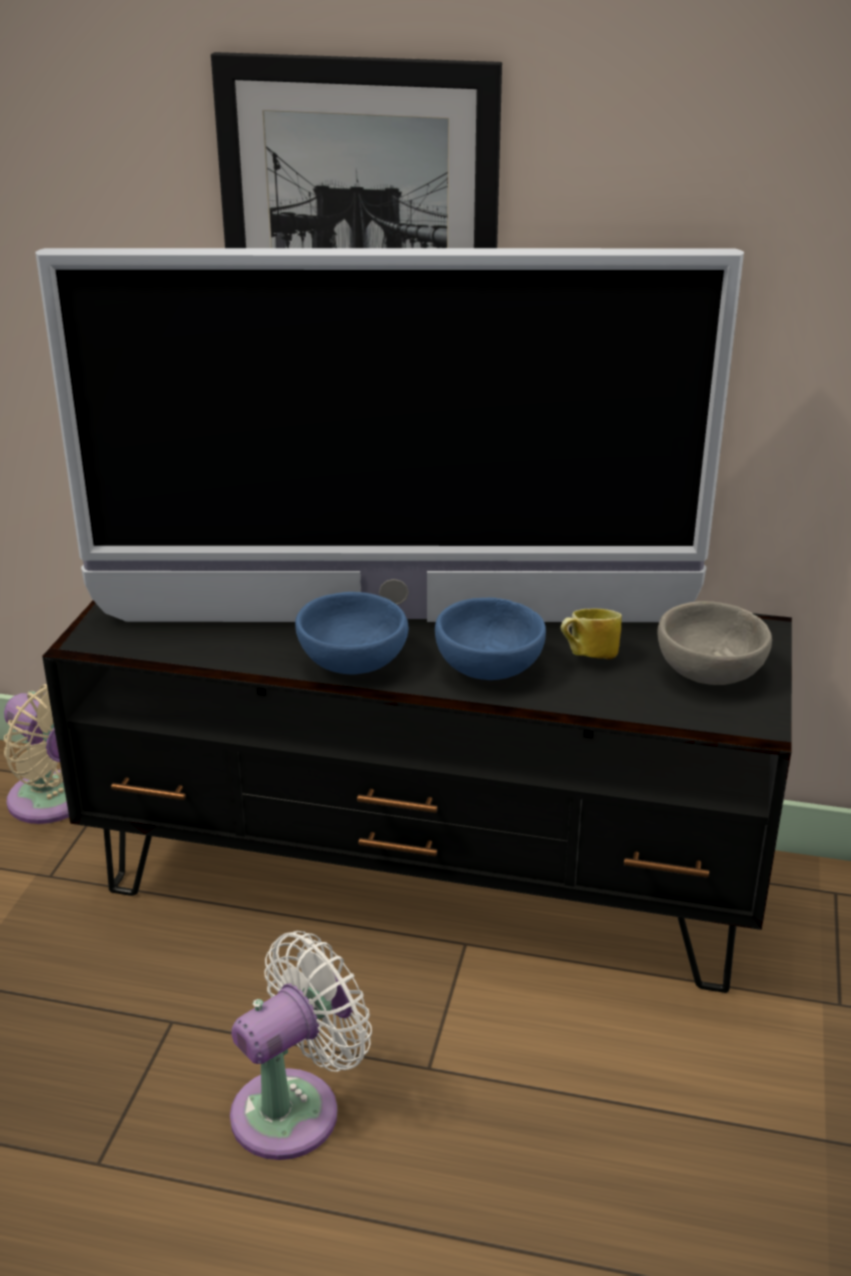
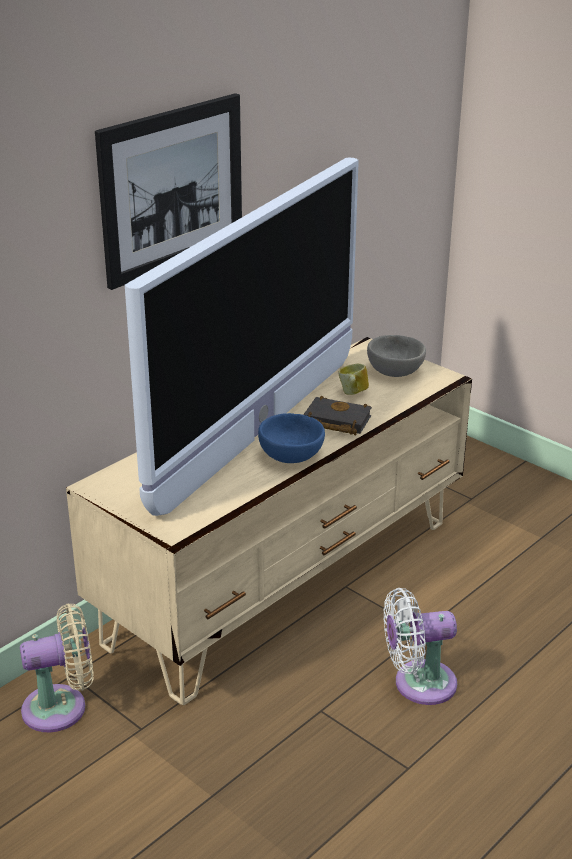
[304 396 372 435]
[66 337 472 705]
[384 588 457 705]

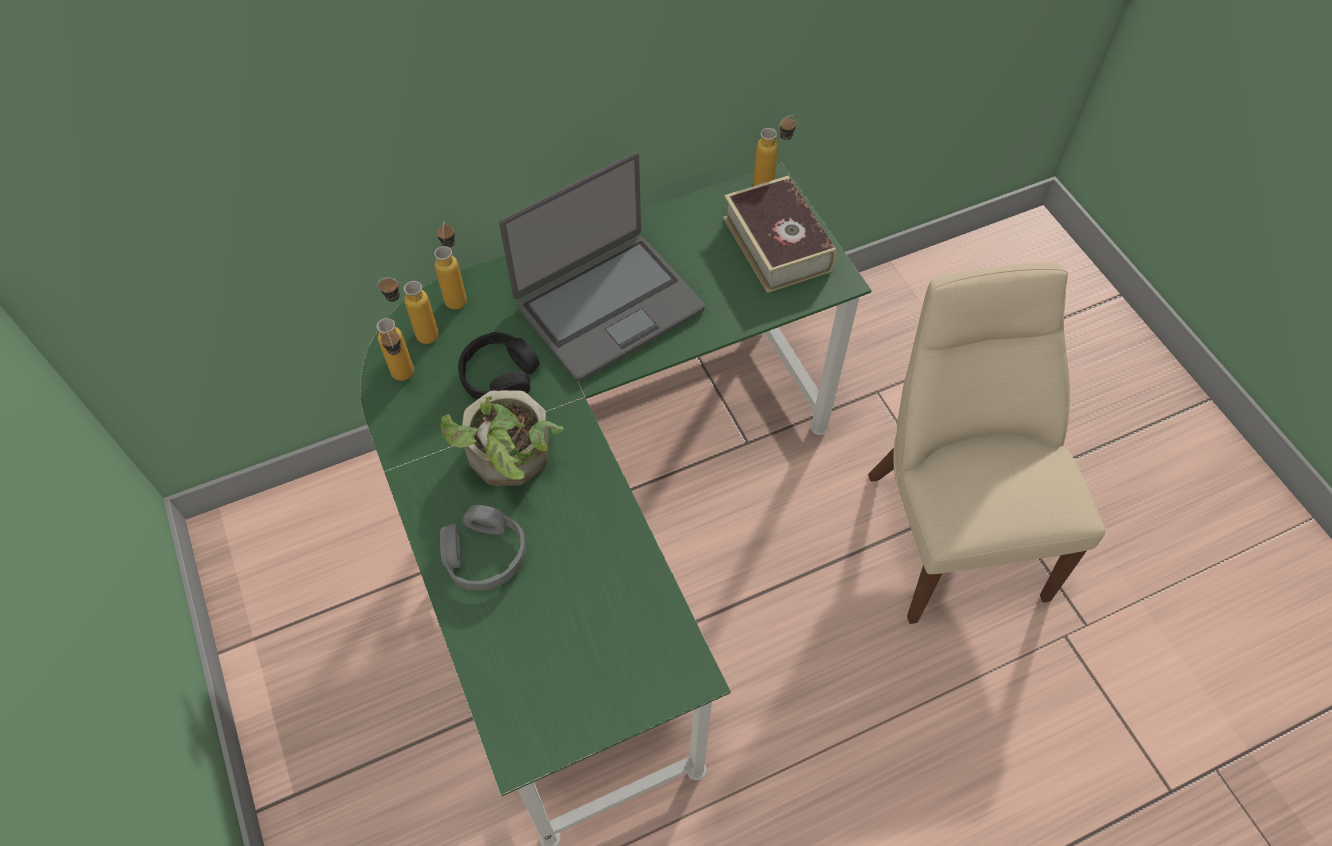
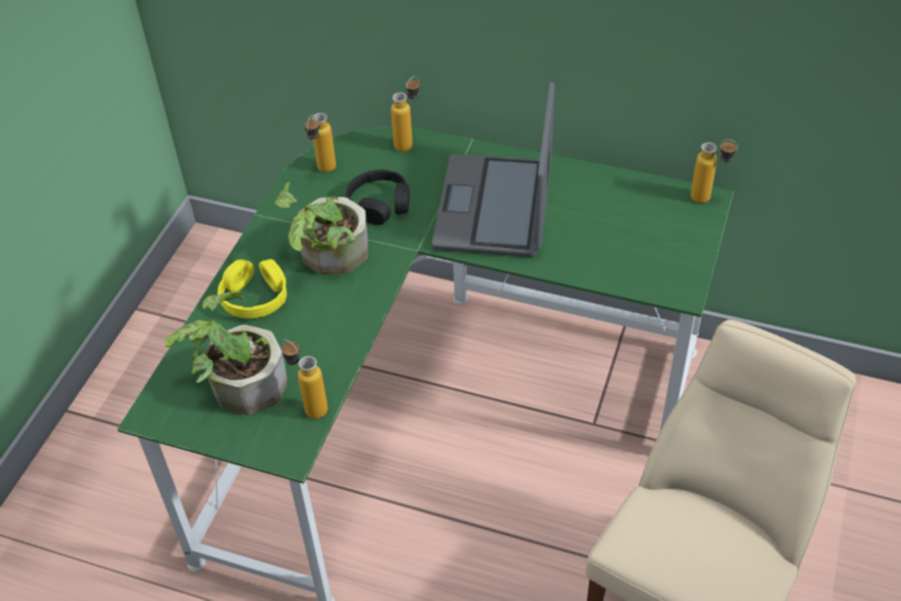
[723 176 836 293] (first image)
[165 291 288 415]
[282 340 328 419]
[217 259 287 318]
[432 82 555 257]

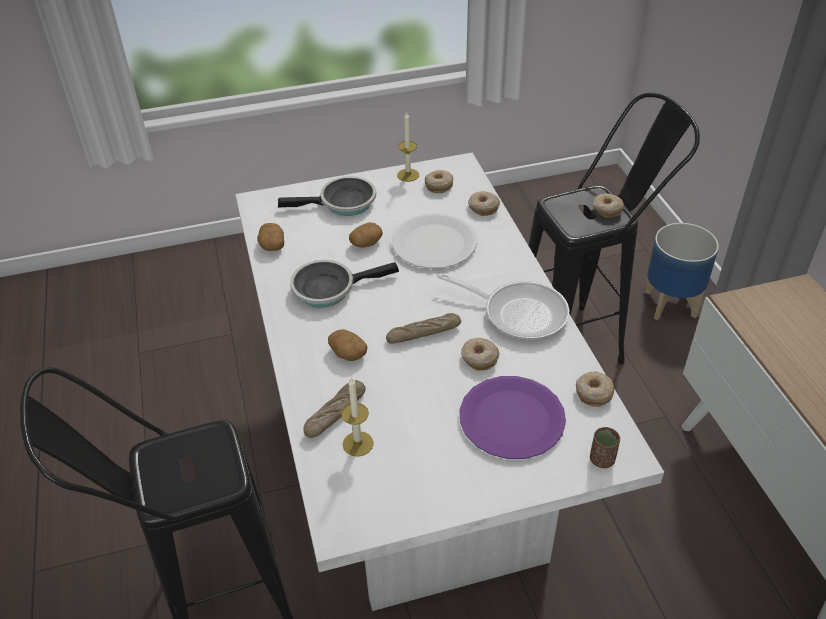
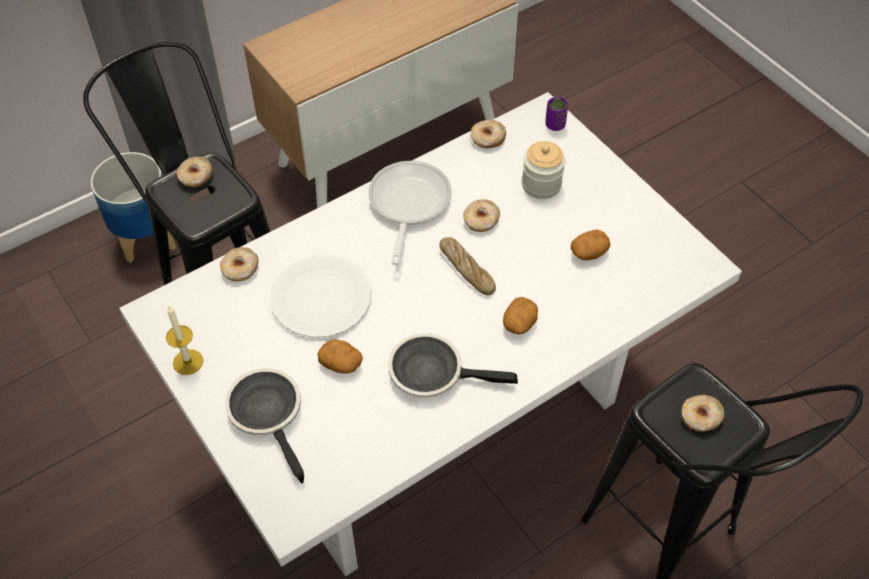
[303 380 366 438] (first image)
[341 377 374 457] (first image)
[571 229 610 260]
[681 395 725 432]
[522 141 565 199]
[546 97 568 131]
[388 333 518 398]

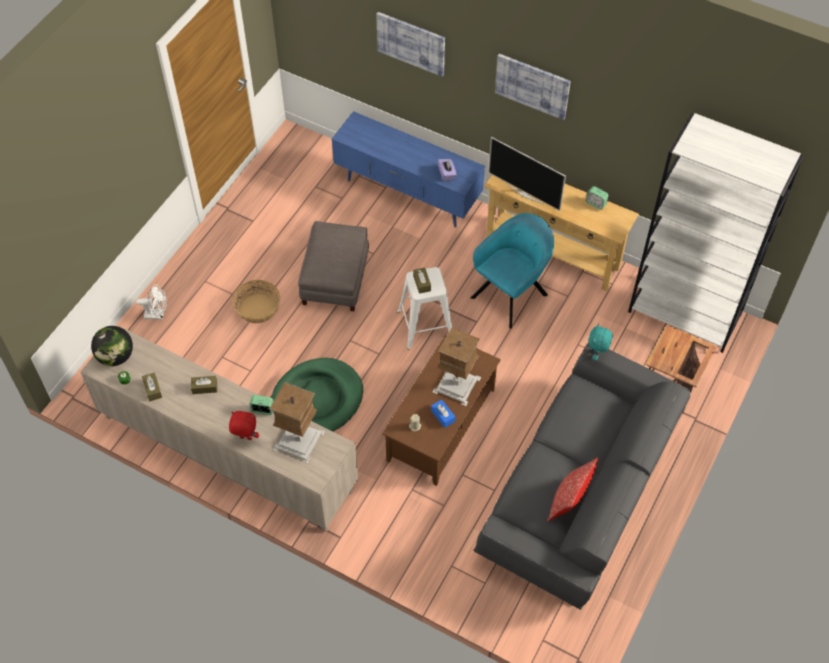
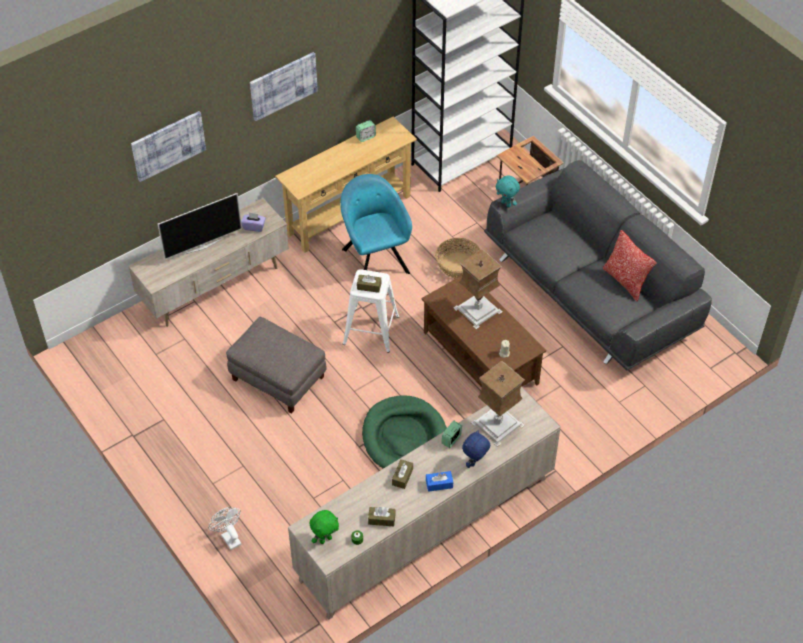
[435 238 480 278]
[426 471 453 492]
[158 193 242 259]
[310 510 339 544]
[462 430 490 468]
[128 198 289 327]
[209 507 242 550]

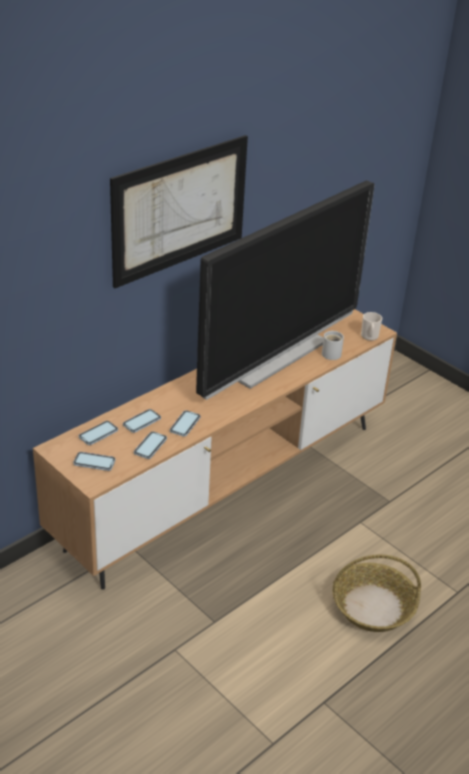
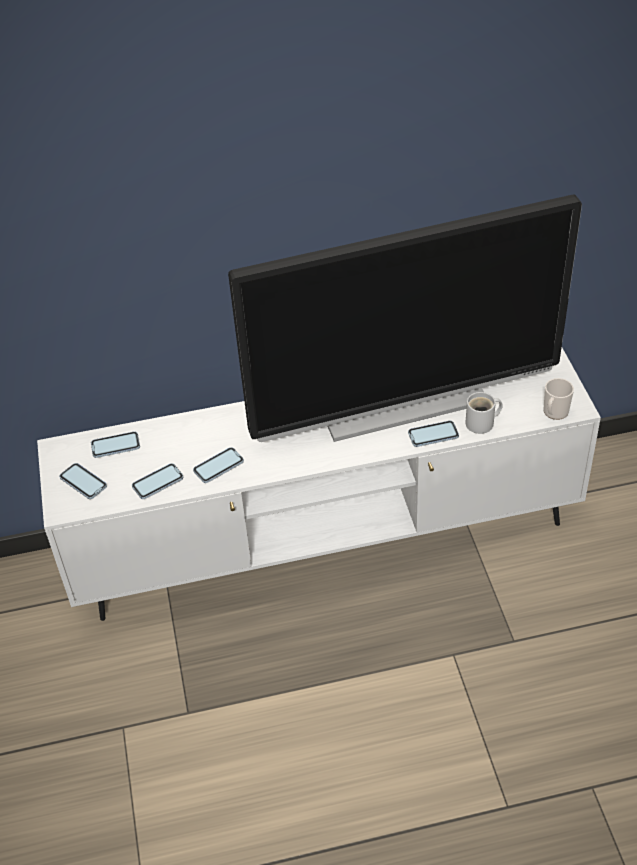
[110 135 248 288] (first image)
[332 555 421 632] (first image)
[408 421 459 447]
[37 348 601 621]

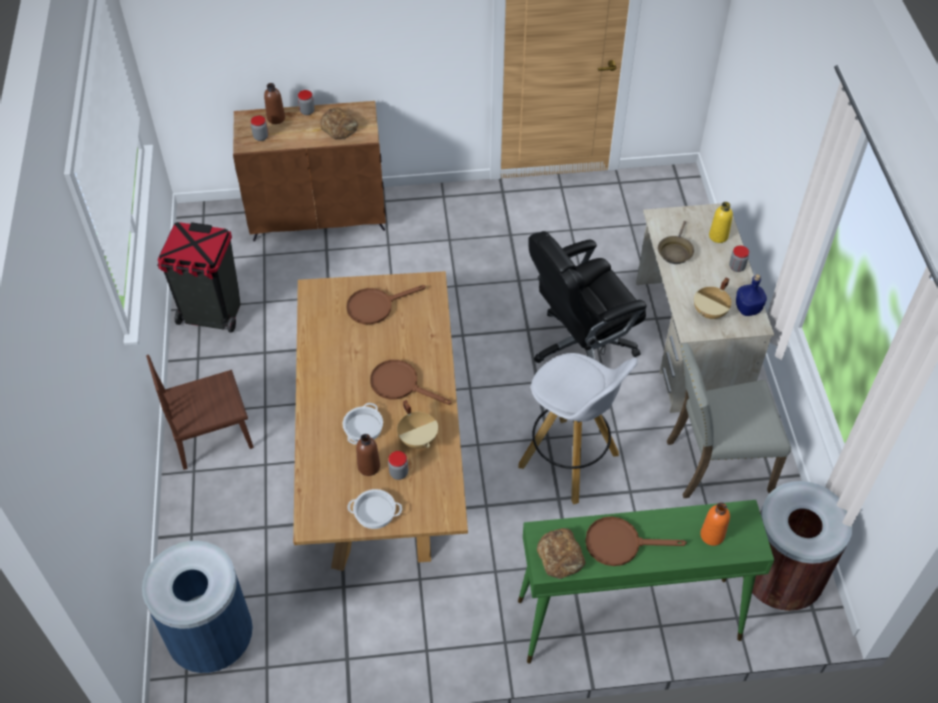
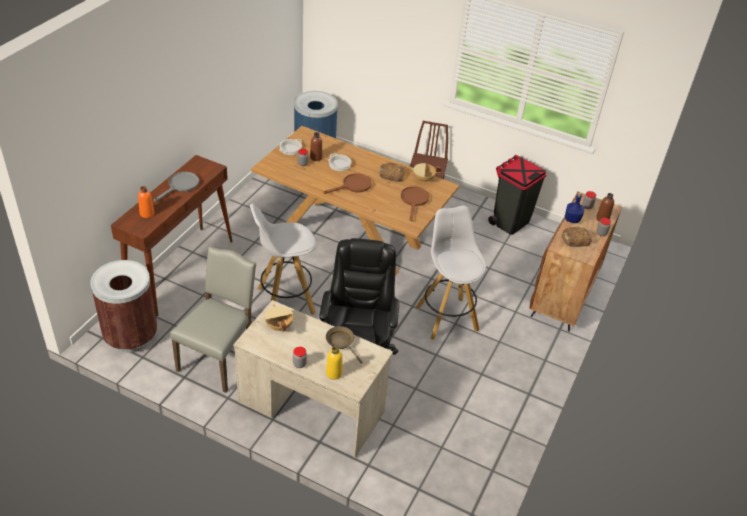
[416 205 486 340]
[410 163 442 183]
[379 163 405 182]
[565 193 585 223]
[111 155 233 316]
[154 172 199 202]

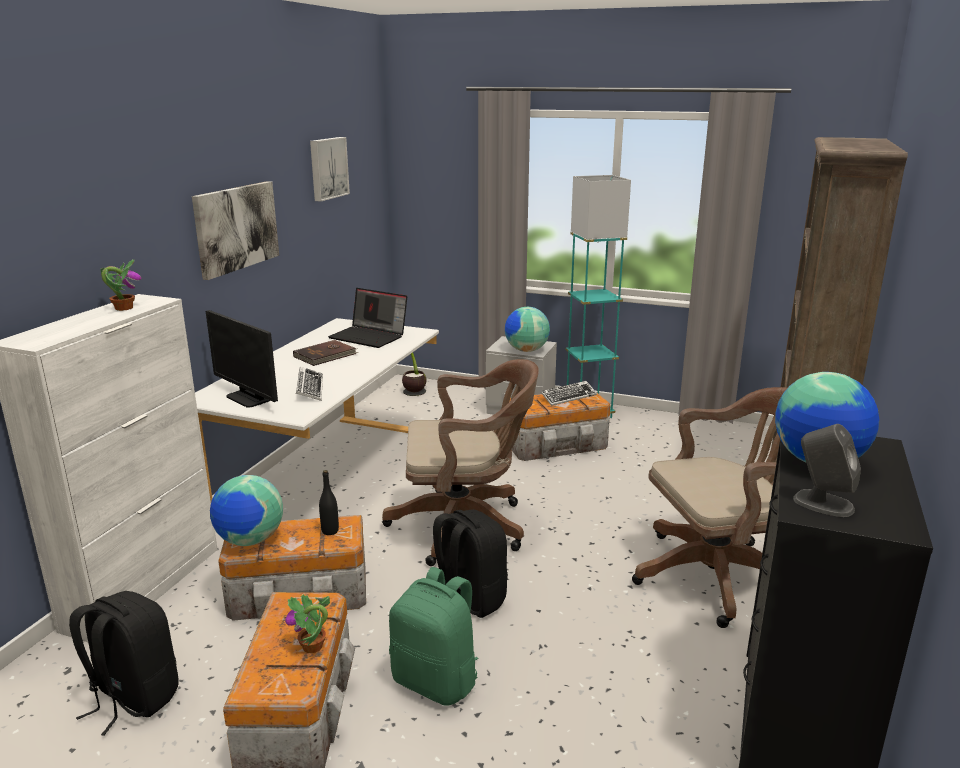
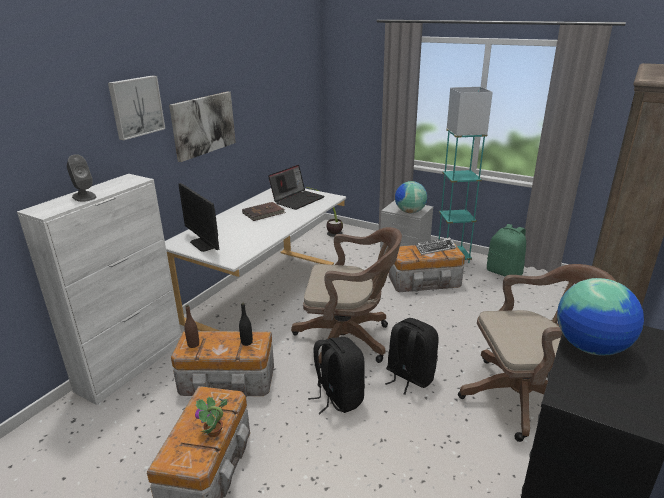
[101 259 141 311] (first image)
[296 367 323 401] (first image)
[385 318 439 395]
[108 75 165 140]
[487 224 526 276]
[67 154 96 202]
[184 305 199 348]
[268 165 325 210]

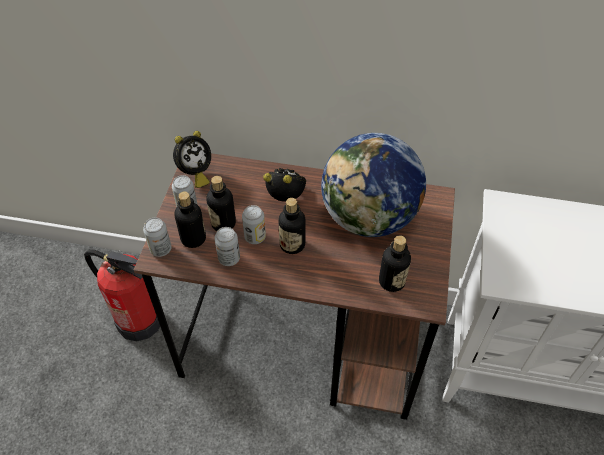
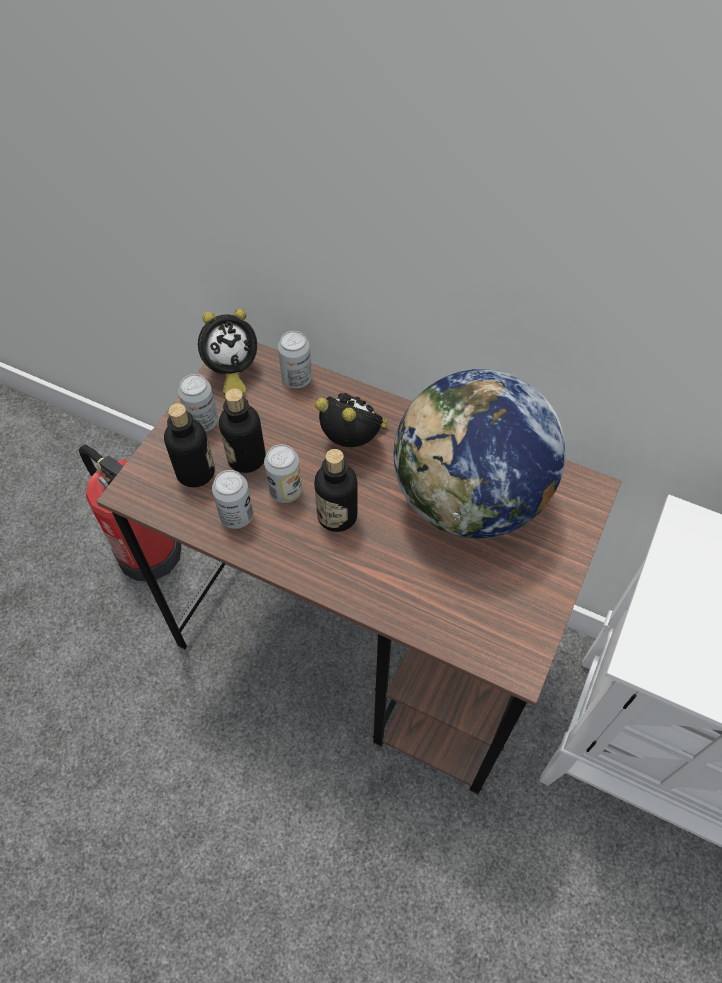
[379 235 411 292] (first image)
[278 331 312 388]

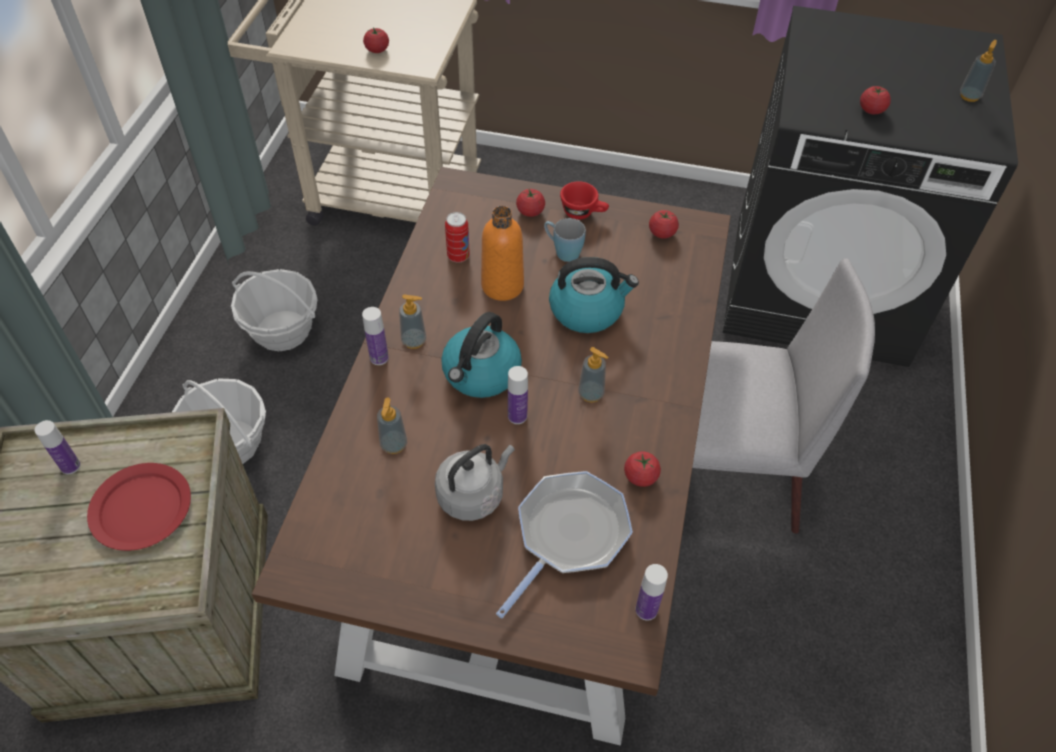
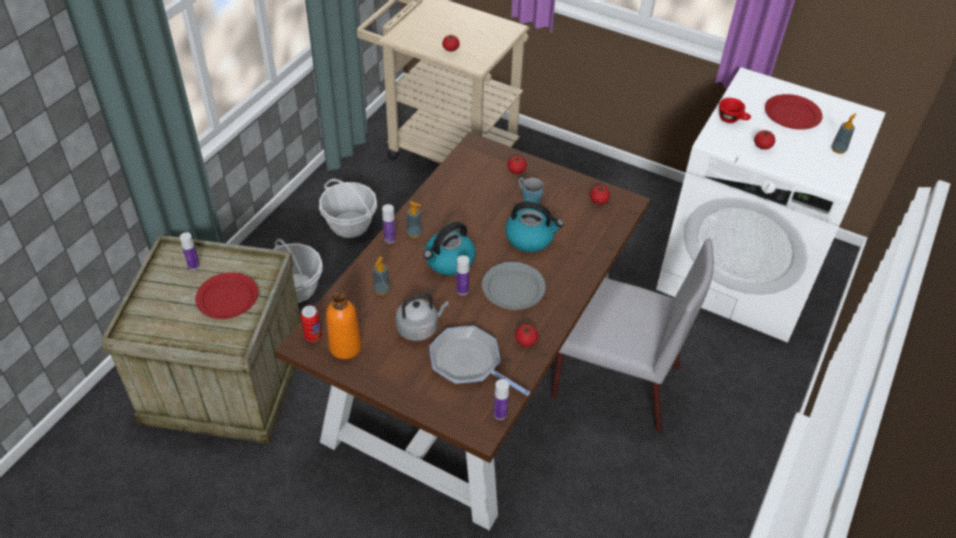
[765 94 823 130]
[301 306 322 342]
[326 293 362 359]
[719 98 751 123]
[482 262 546 310]
[656 67 886 343]
[429 326 530 396]

